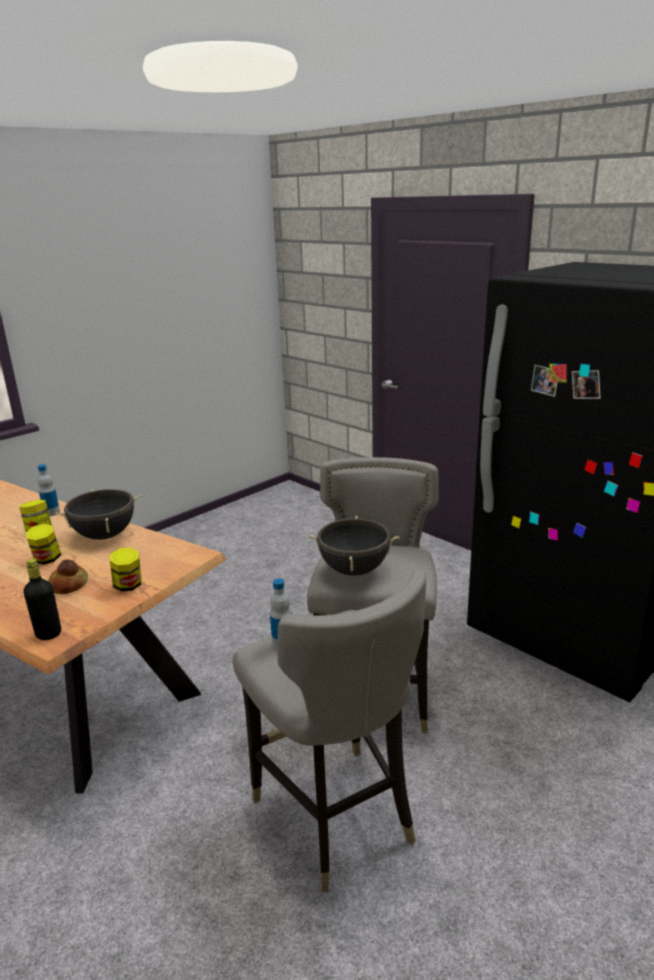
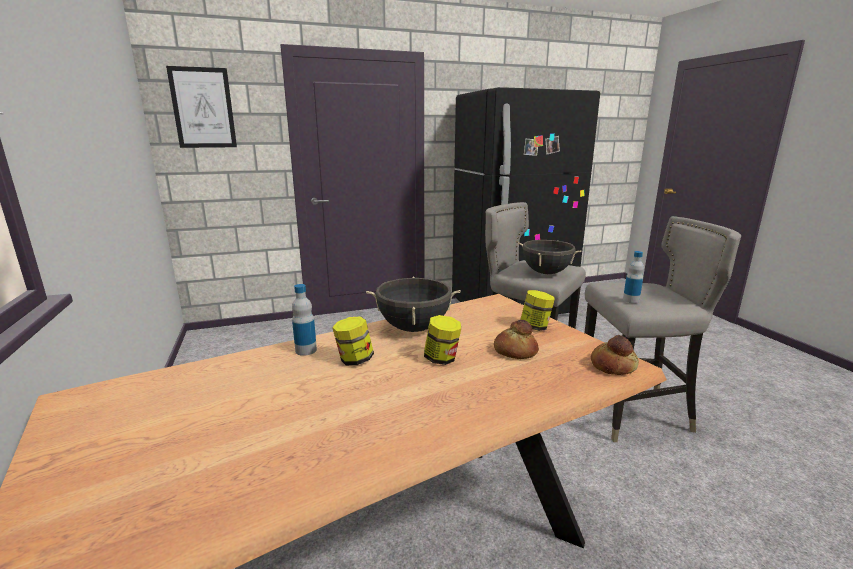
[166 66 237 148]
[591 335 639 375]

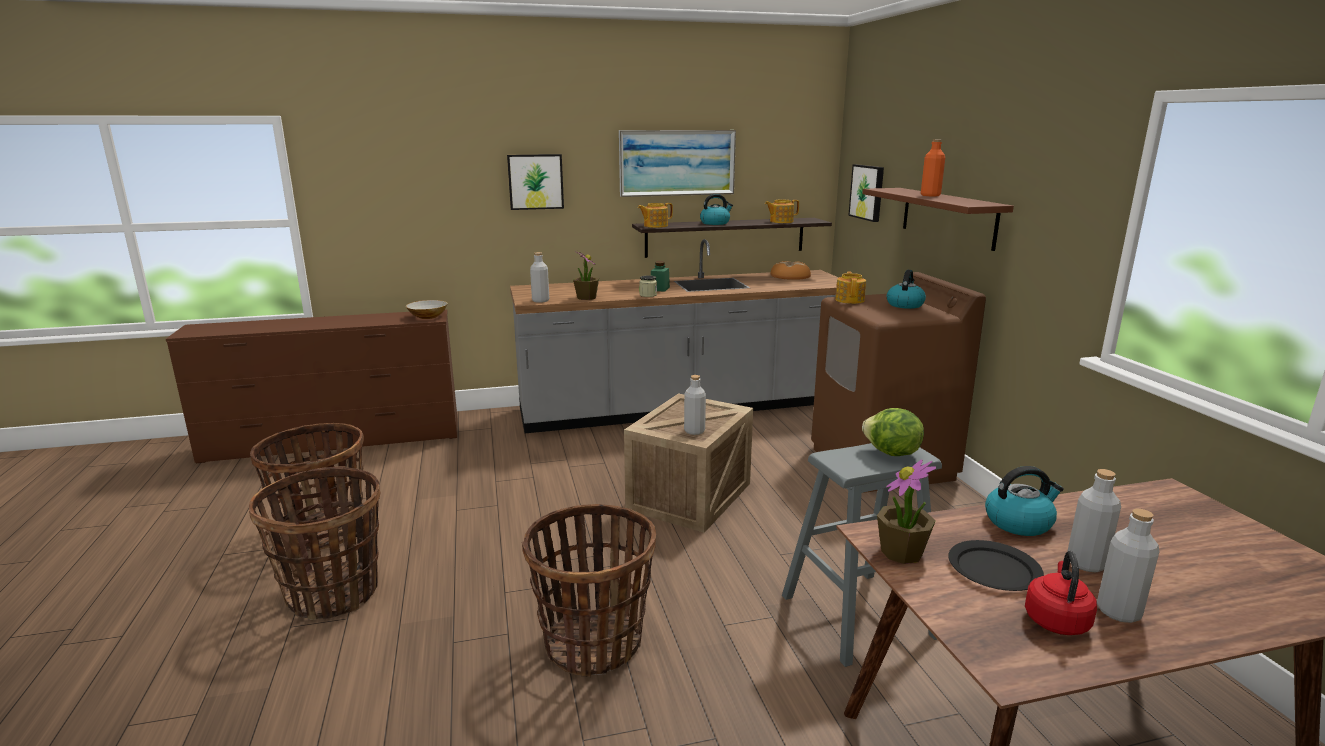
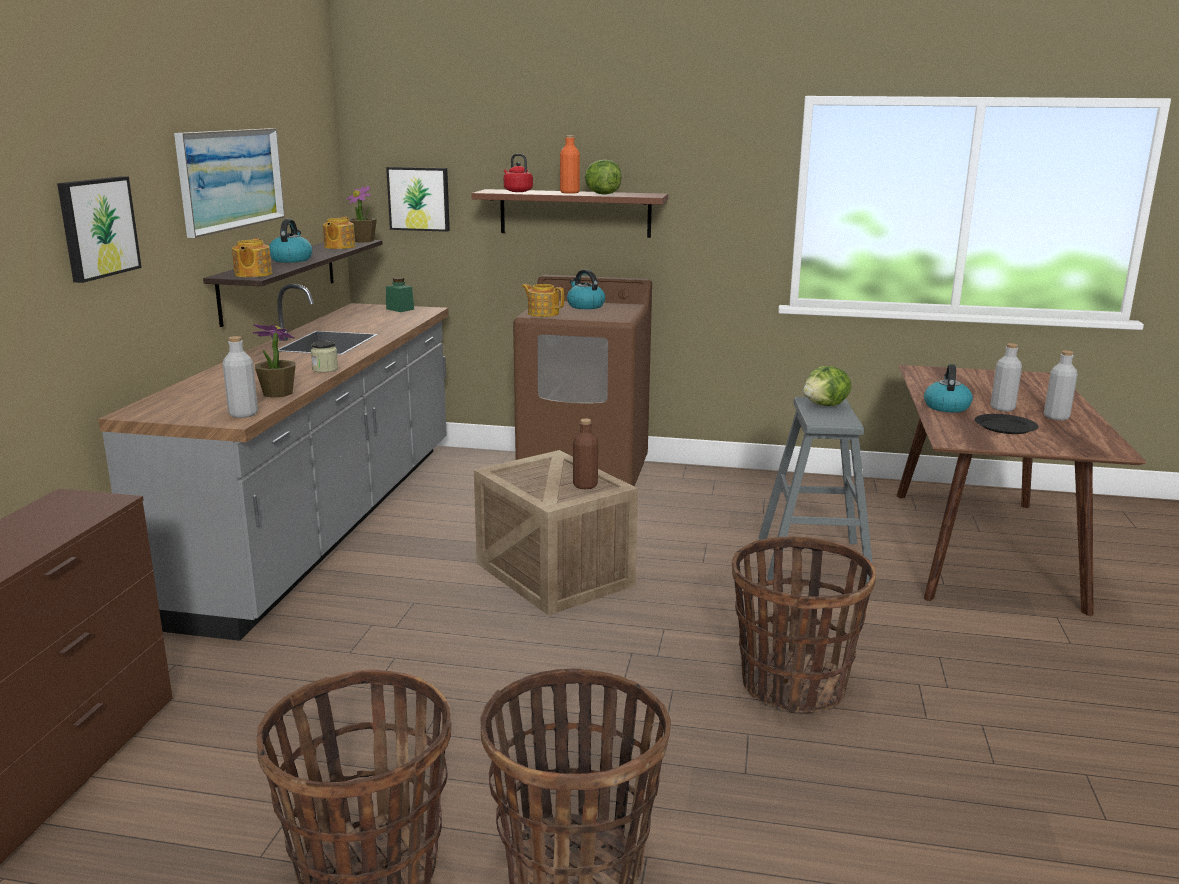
[406 300 448 319] (first image)
[770 261 811 280] (first image)
[585 159 622 195]
[386 277 414 312]
[346 186 377 243]
[504 154 533 192]
[573 419 598 489]

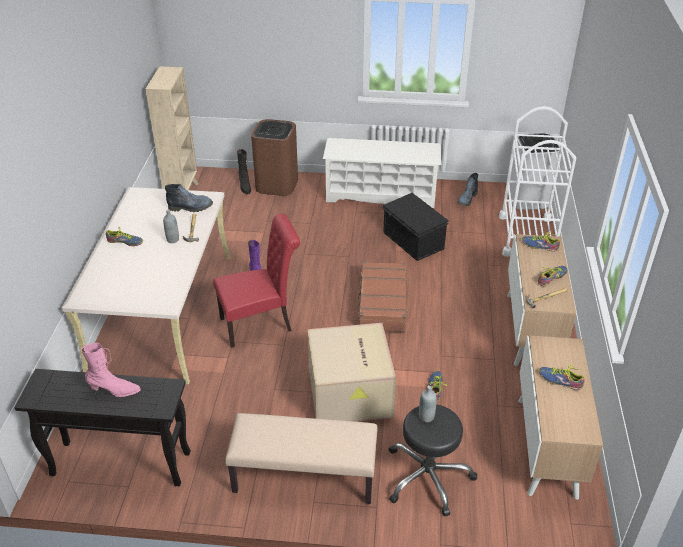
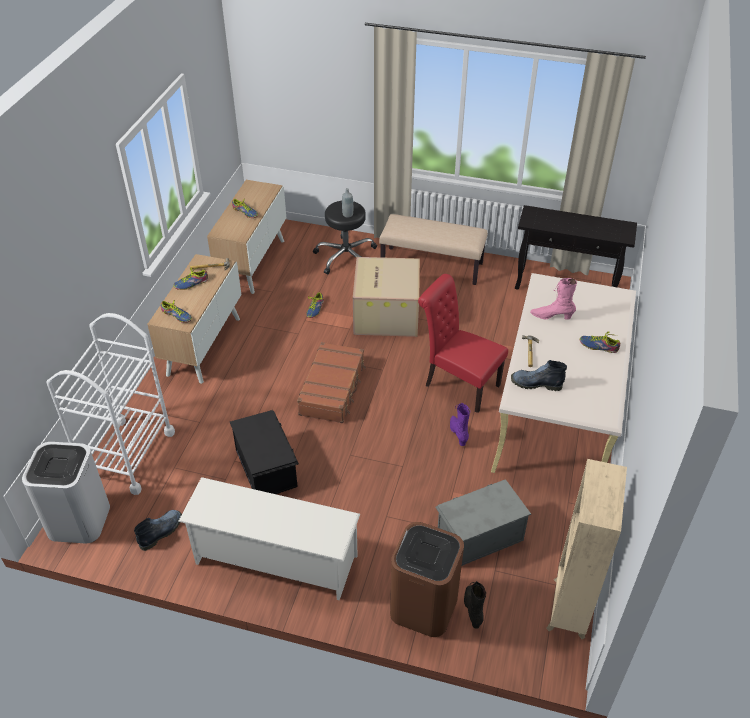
[163 209 179 243] (first image)
[435 479 531 566]
[530 278 577 320]
[418 274 508 413]

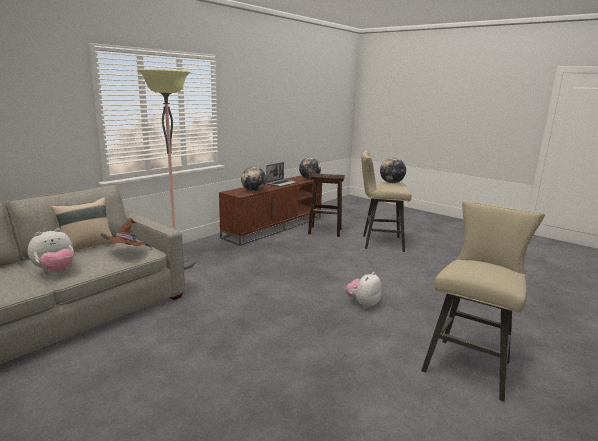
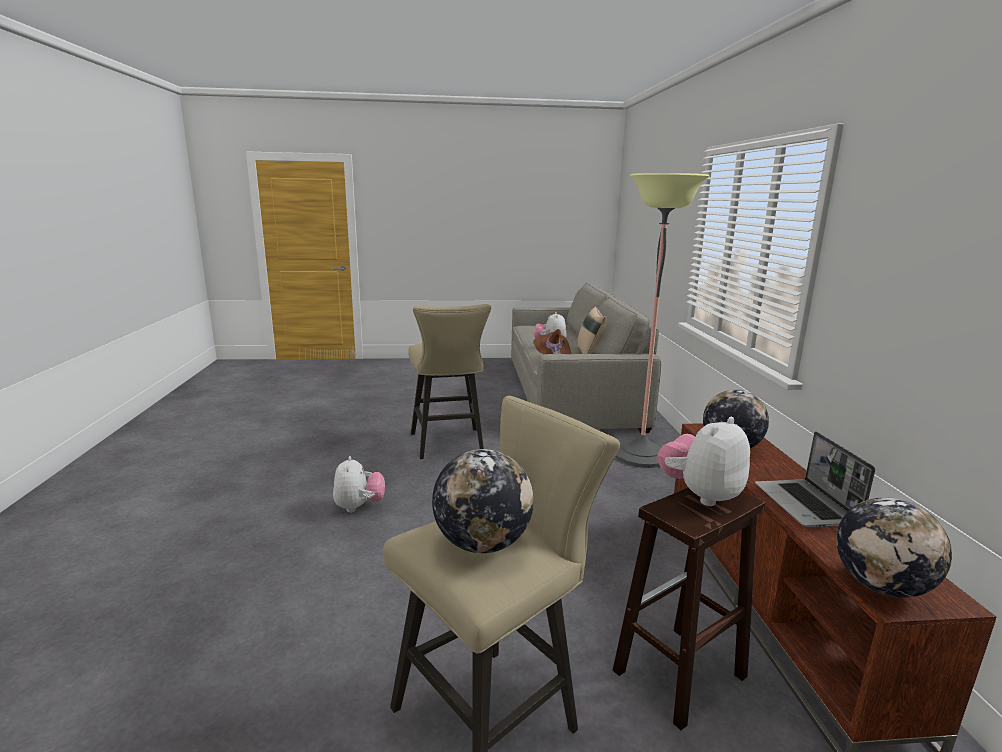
[658 417 750 506]
[408 304 491 459]

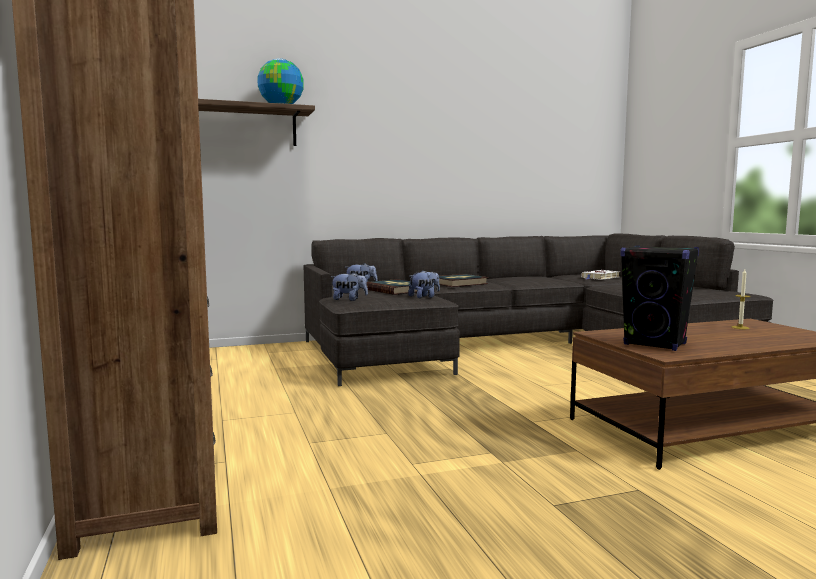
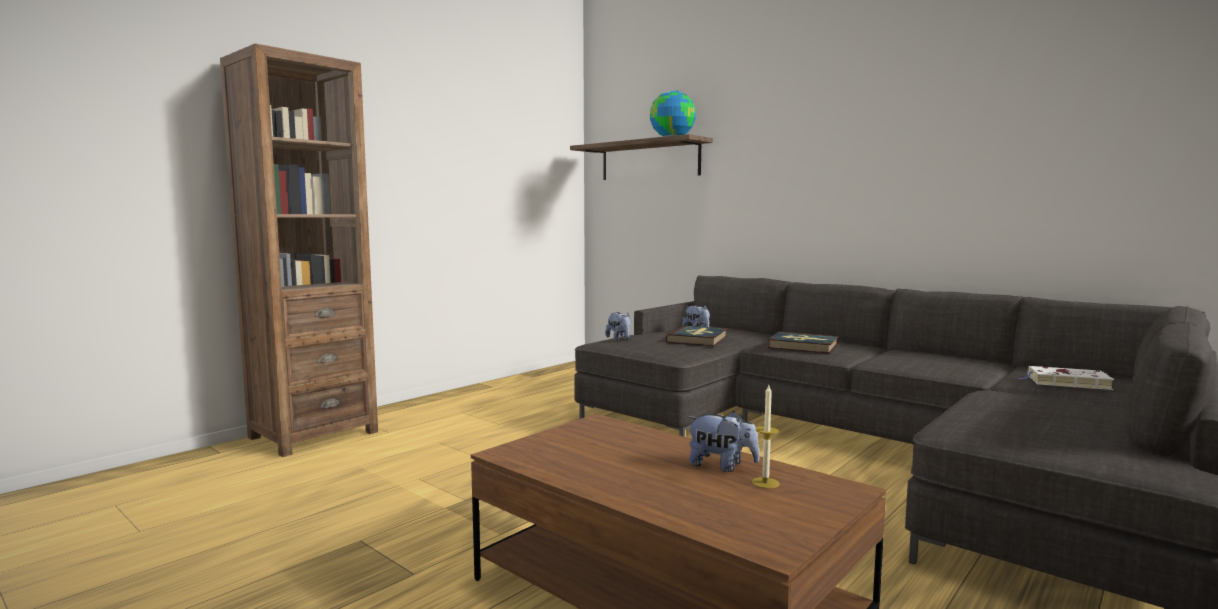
[620 245 699 351] (first image)
[687 411 760 472]

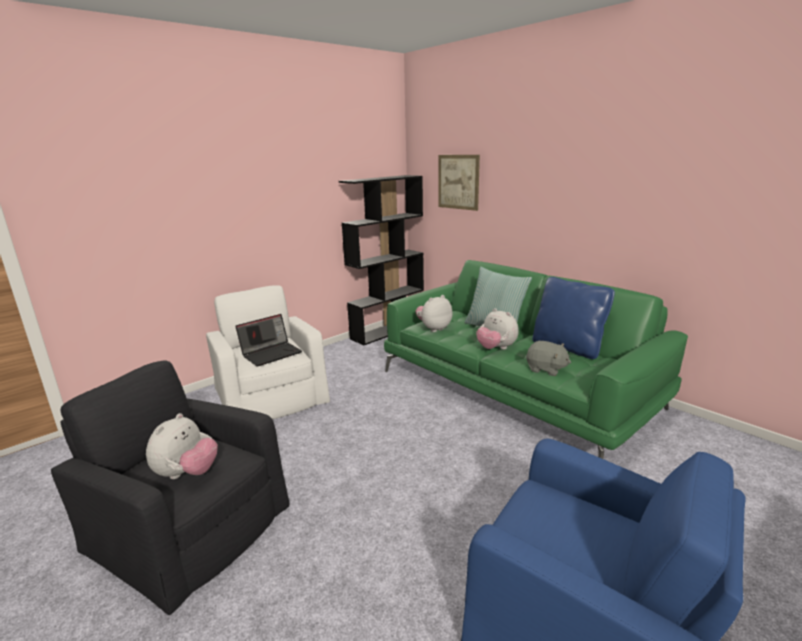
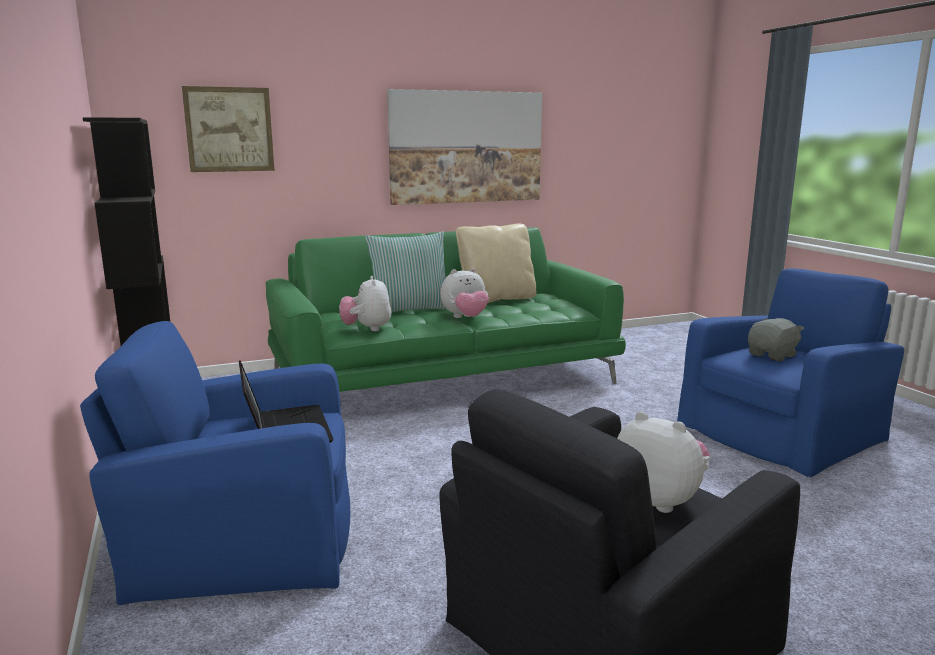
[387 89 542 205]
[748 318 804 361]
[80 321 350 605]
[456 224 536 303]

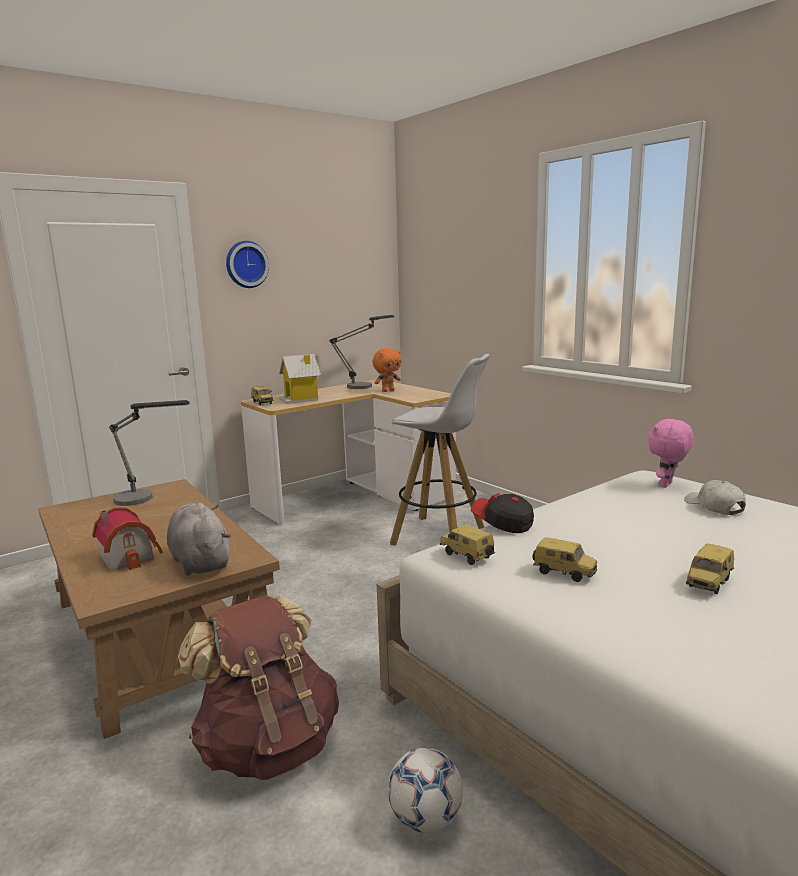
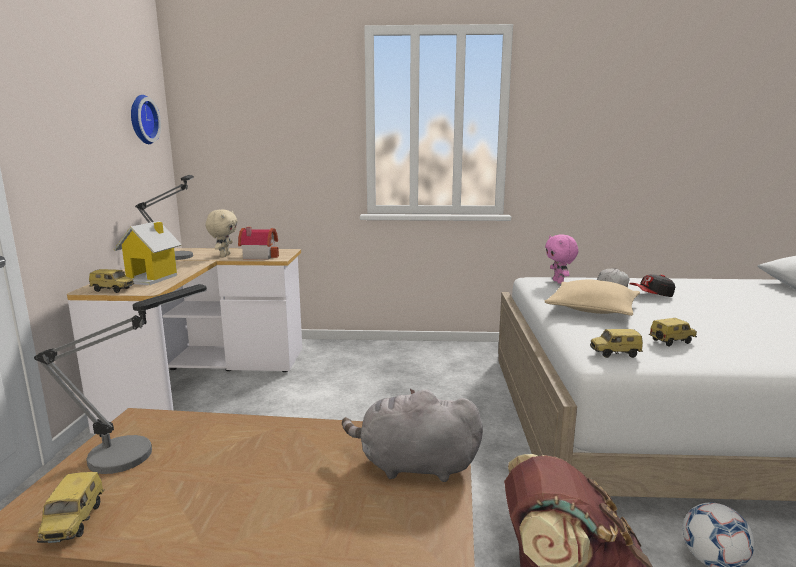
[390 354 490 546] (first image)
[545 280 640 316]
[238 227 279 260]
[131 95 161 144]
[629 274 675 297]
[37 472 105 543]
[206 209 237 257]

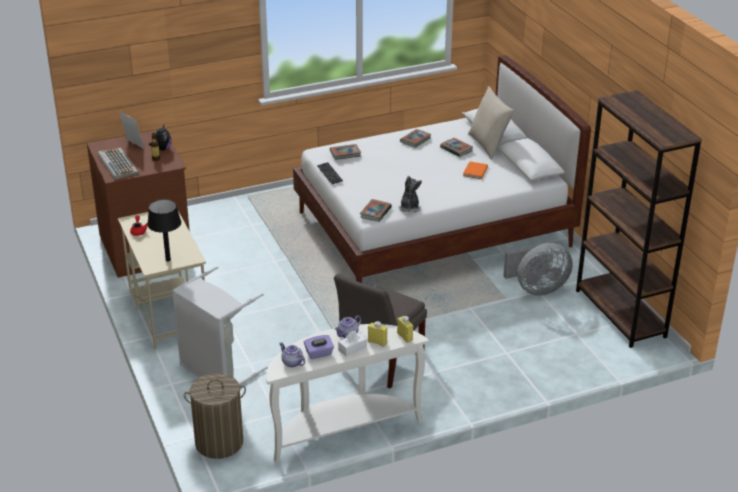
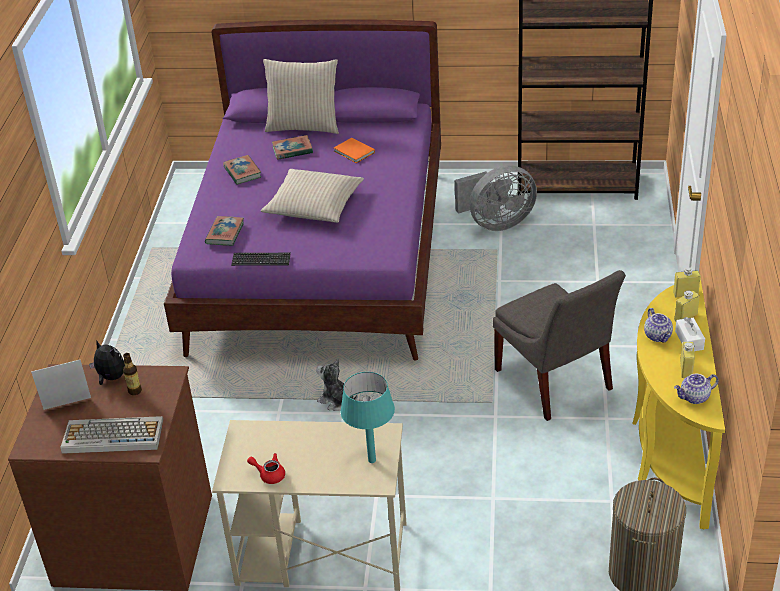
[172 266 268 386] (first image)
[360 199 392 222] (first image)
[261 169 364 223]
[316 359 357 411]
[680 342 695 378]
[340 372 395 463]
[632 279 725 529]
[164 19 441 361]
[455 165 537 231]

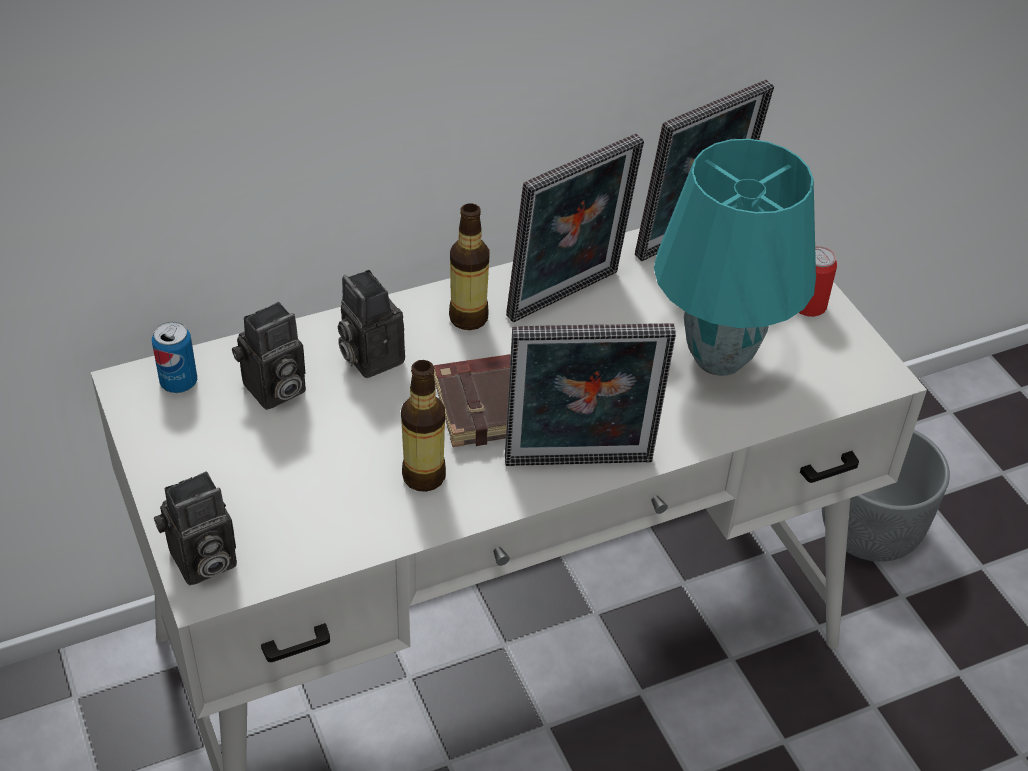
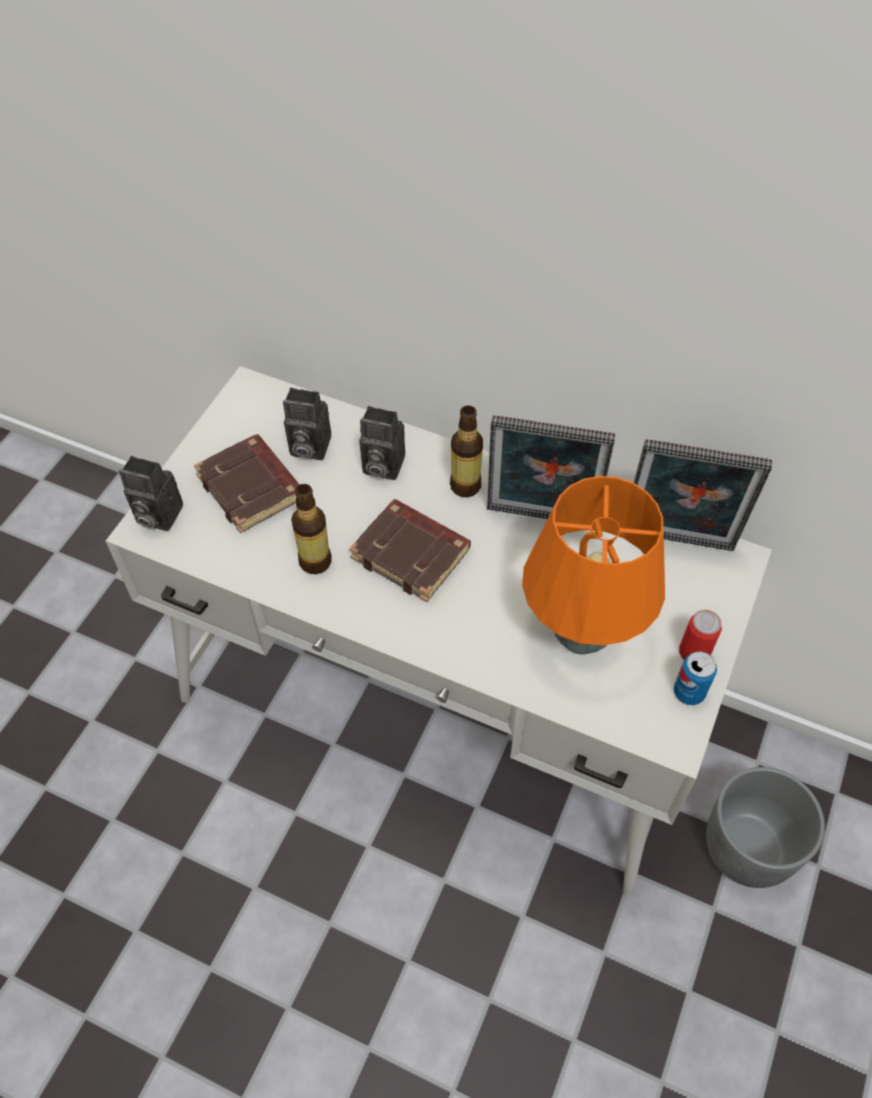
[505 323 676 466] (first image)
[194 434 300 533]
[674 651 717 705]
[522 476 665 655]
[359 406 405 480]

